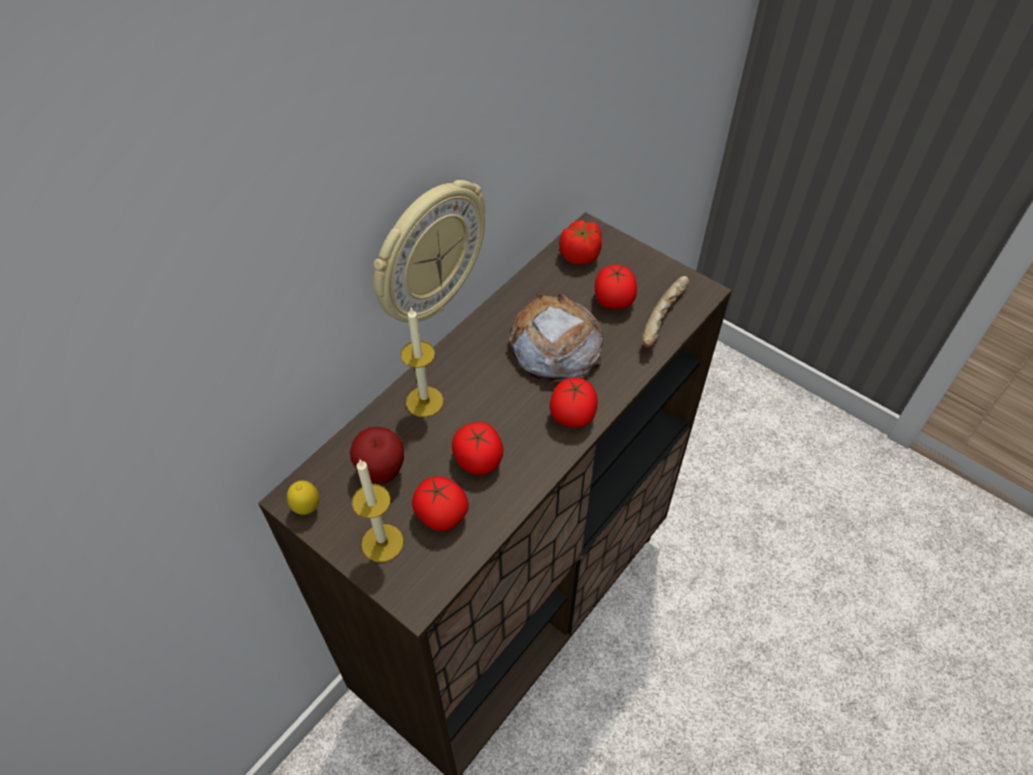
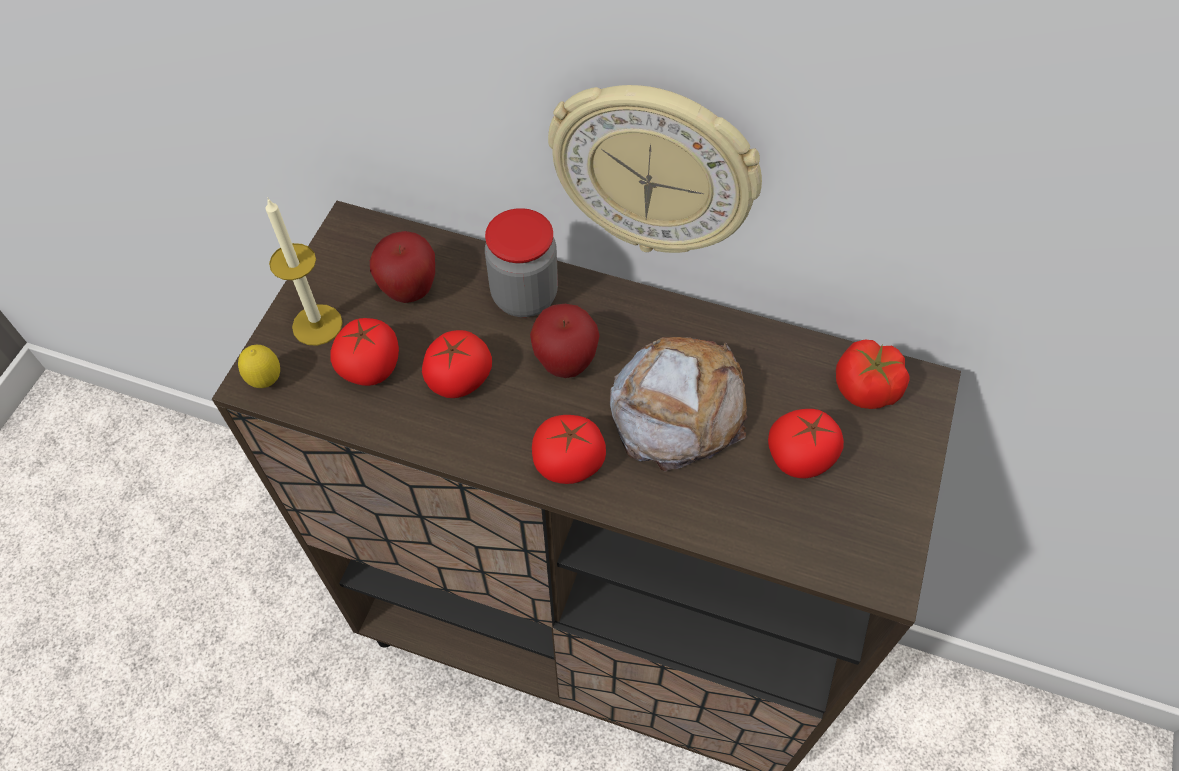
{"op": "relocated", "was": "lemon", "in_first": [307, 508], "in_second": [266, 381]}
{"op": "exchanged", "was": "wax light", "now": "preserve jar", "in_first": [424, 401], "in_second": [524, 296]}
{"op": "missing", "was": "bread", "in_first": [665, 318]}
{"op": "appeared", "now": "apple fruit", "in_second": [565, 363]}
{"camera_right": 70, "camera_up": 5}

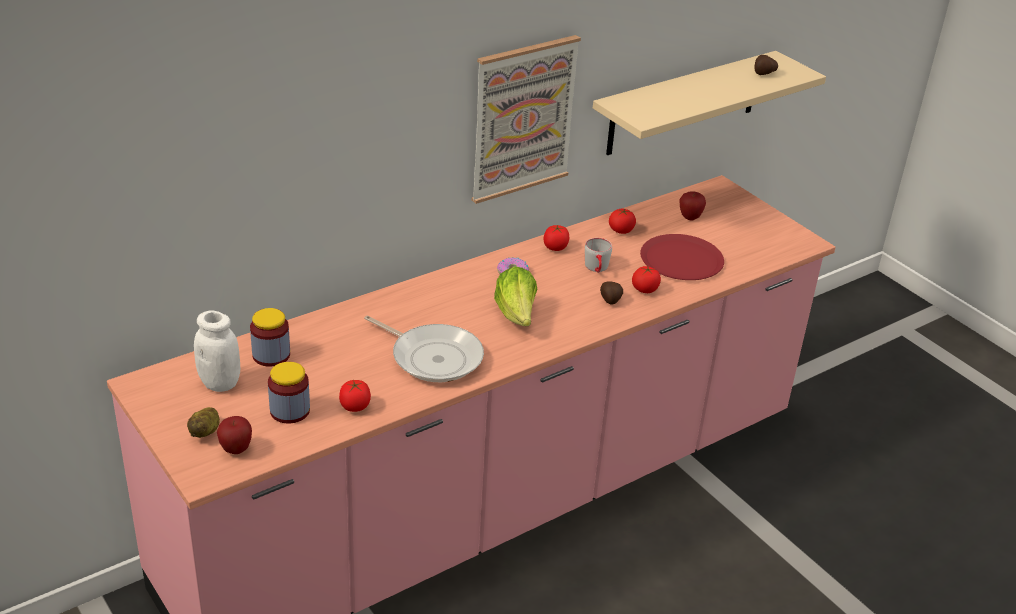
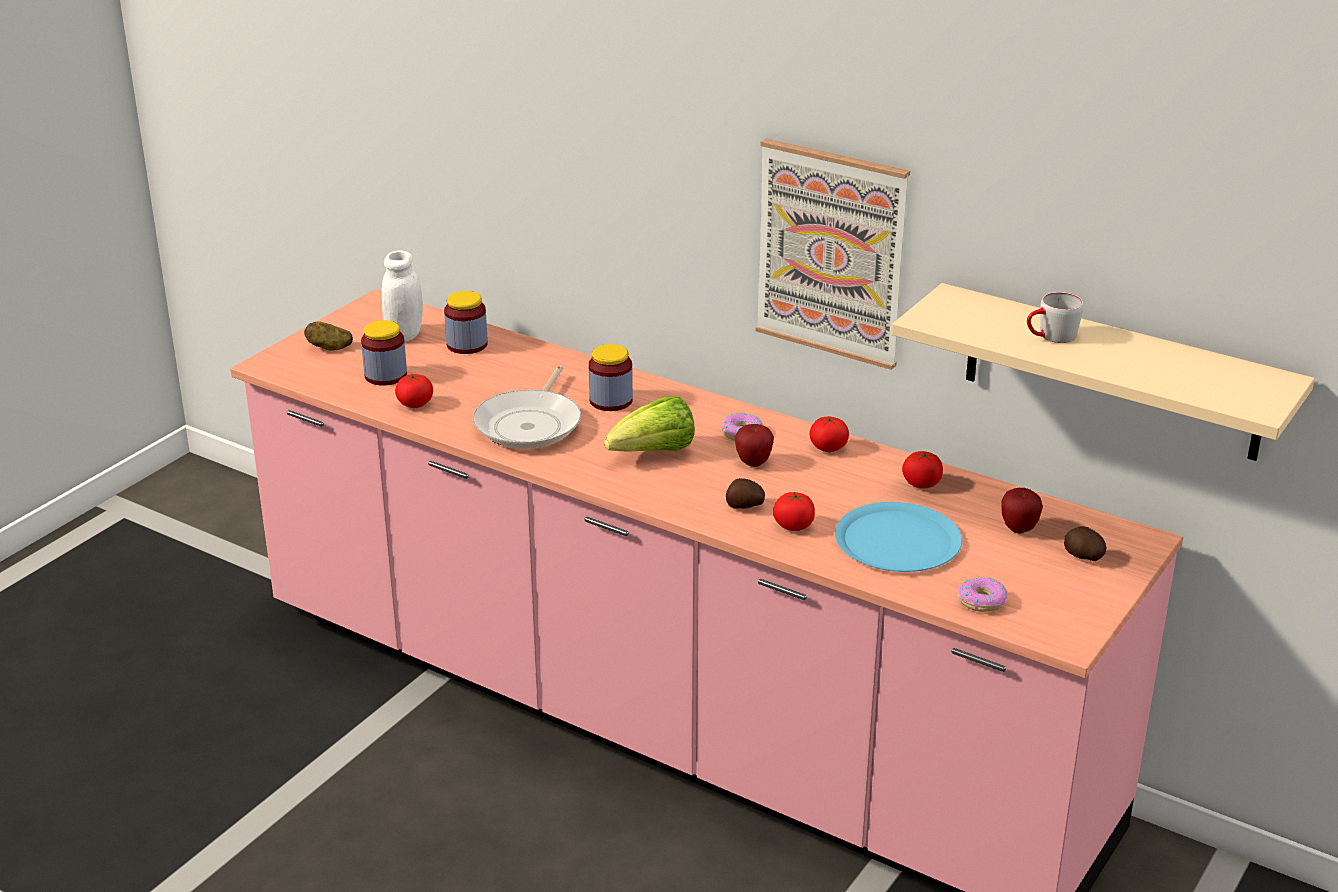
{"op": "relocated", "was": "apple fruit", "in_first": [236, 449], "in_second": [753, 463]}
{"op": "relocated", "was": "gray mug", "in_first": [597, 269], "in_second": [1050, 337]}
{"op": "colour", "was": "reddish dinner plate", "now": "bluish dinner plate", "in_first": [681, 259], "in_second": [897, 540]}
{"op": "relocated", "was": "spud", "in_first": [763, 74], "in_second": [1083, 557]}
{"op": "appeared", "now": "preserve jar", "in_second": [611, 401]}
{"op": "appeared", "now": "ring doughnut", "in_second": [981, 601]}
{"camera_right": 70, "camera_up": -5}

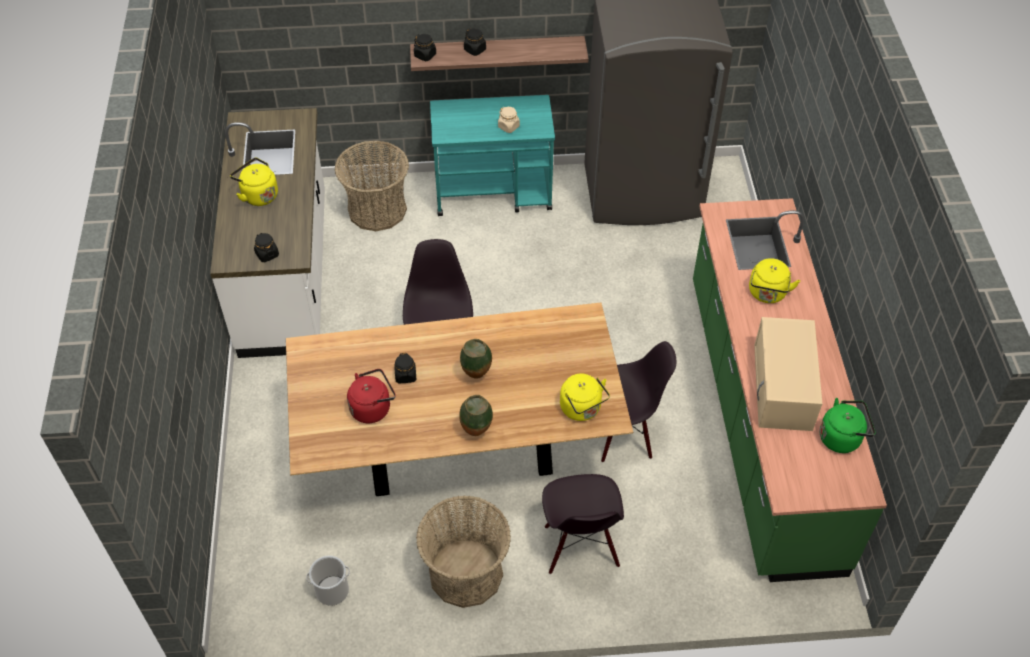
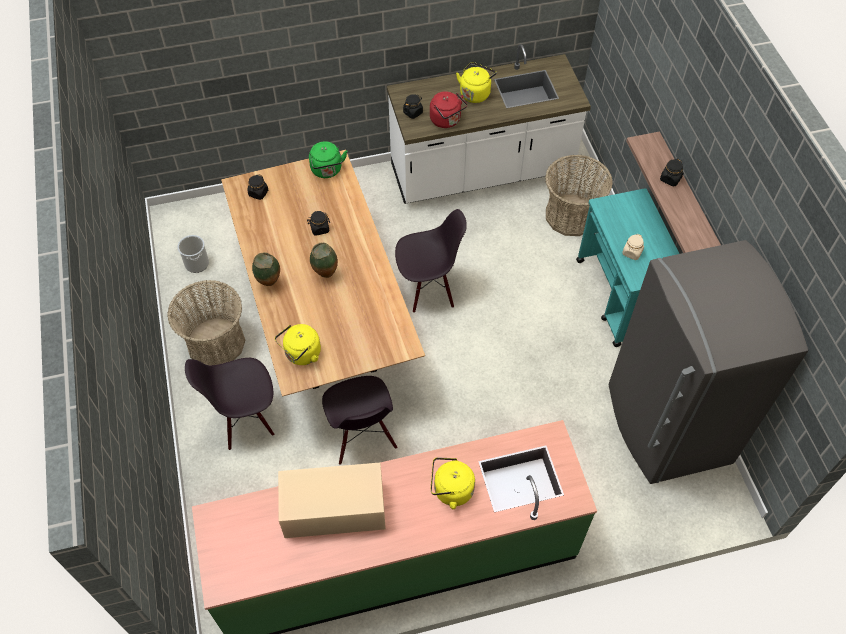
{"op": "relocated", "was": "reddish kettle", "in_first": [373, 408], "in_second": [447, 120]}
{"op": "relocated", "was": "blackish preserve jar", "in_first": [425, 55], "in_second": [258, 193]}
{"op": "relocated", "was": "green kettle", "in_first": [842, 437], "in_second": [327, 171]}
{"camera_right": 80, "camera_up": 5}

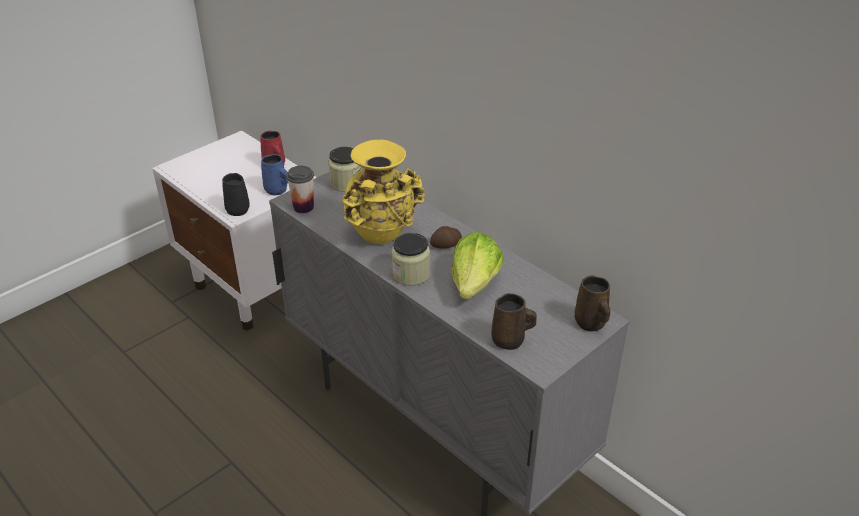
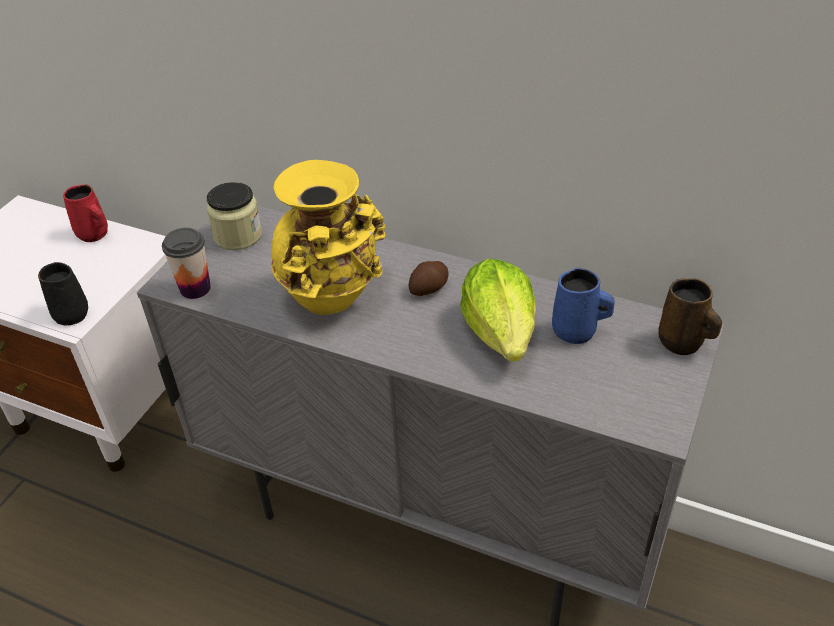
{"op": "relocated", "was": "bluish mug", "in_first": [277, 190], "in_second": [576, 332]}
{"op": "missing", "was": "preserve jar", "in_first": [411, 274]}
{"op": "missing", "was": "brownish mug", "in_first": [510, 340]}
{"camera_right": -20, "camera_up": 5}

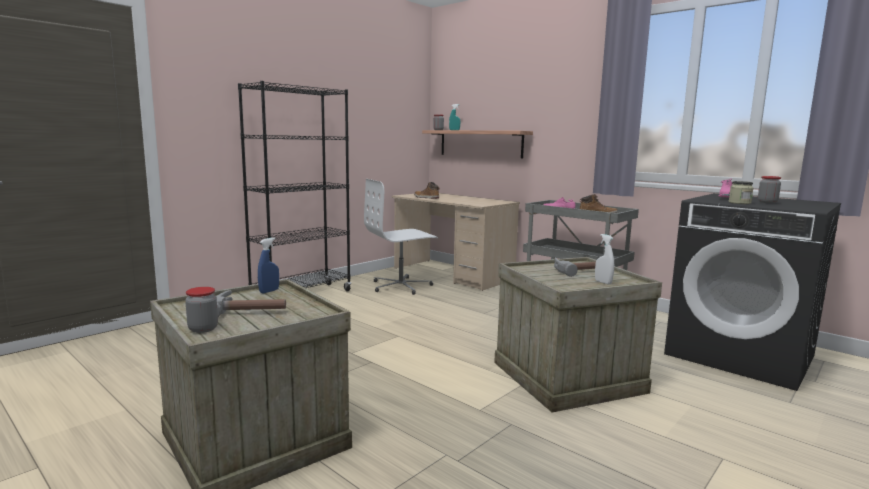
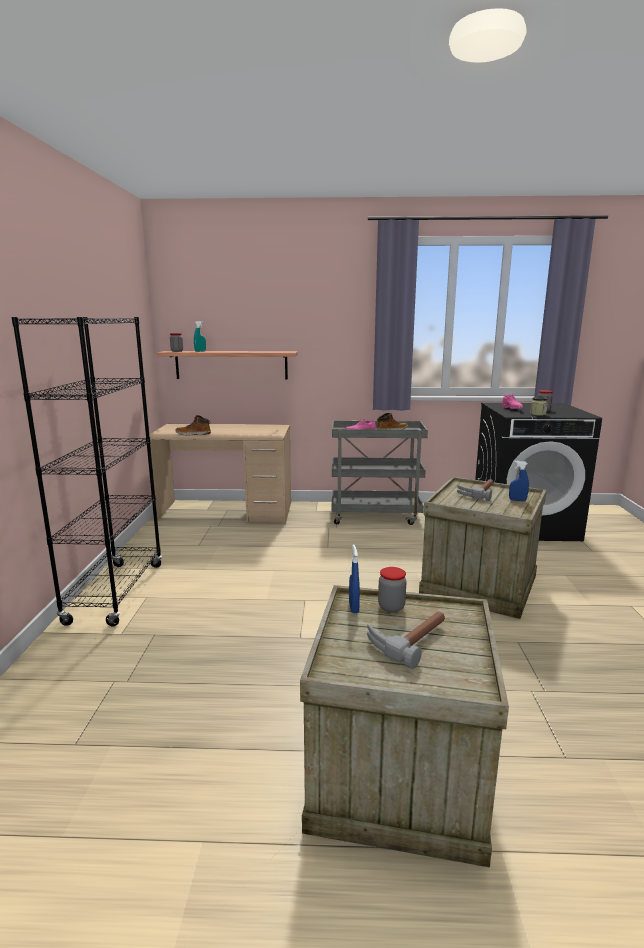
{"op": "relocated", "was": "preserve jar", "in_first": [203, 329], "in_second": [391, 607]}
{"op": "missing", "was": "white-coloured office chair", "in_first": [401, 286]}
{"op": "colour", "was": "white-coloured sprayer", "now": "bluish sprayer", "in_first": [603, 282], "in_second": [517, 500]}
{"camera_right": -40, "camera_up": 5}

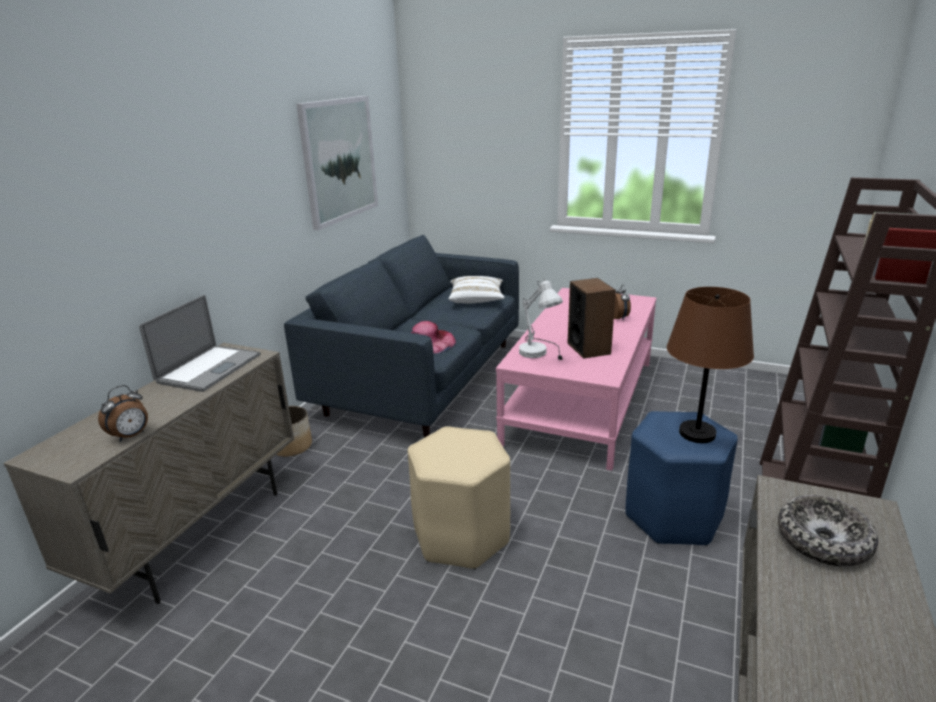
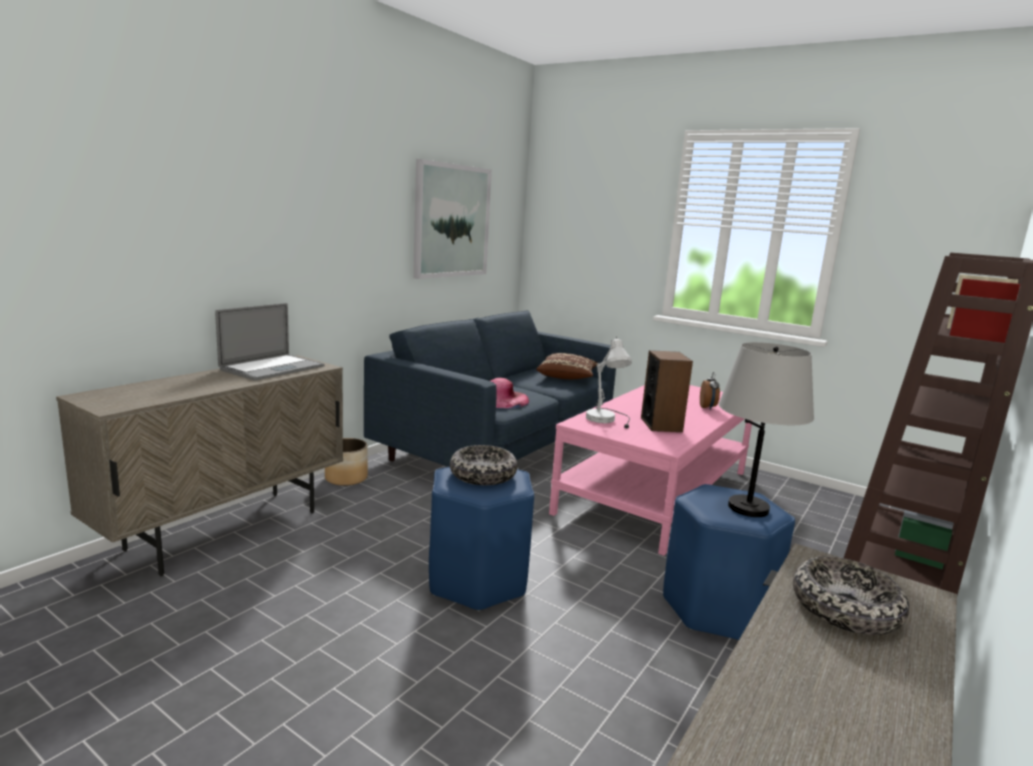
{"op": "missing", "was": "bedside clock", "in_first": [131, 436]}
{"op": "colour", "was": "sand-coloured stool seat", "now": "bluish stool seat", "in_first": [461, 536], "in_second": [477, 580]}
{"op": "colour", "was": "white-coloured pillow", "now": "brownish pillow", "in_first": [476, 300], "in_second": [567, 377]}
{"op": "colour", "was": "brownish table lamp", "now": "gray table lamp", "in_first": [697, 433], "in_second": [749, 508]}
{"op": "appeared", "now": "deep dish", "in_second": [483, 475]}
{"camera_right": 10, "camera_up": -10}

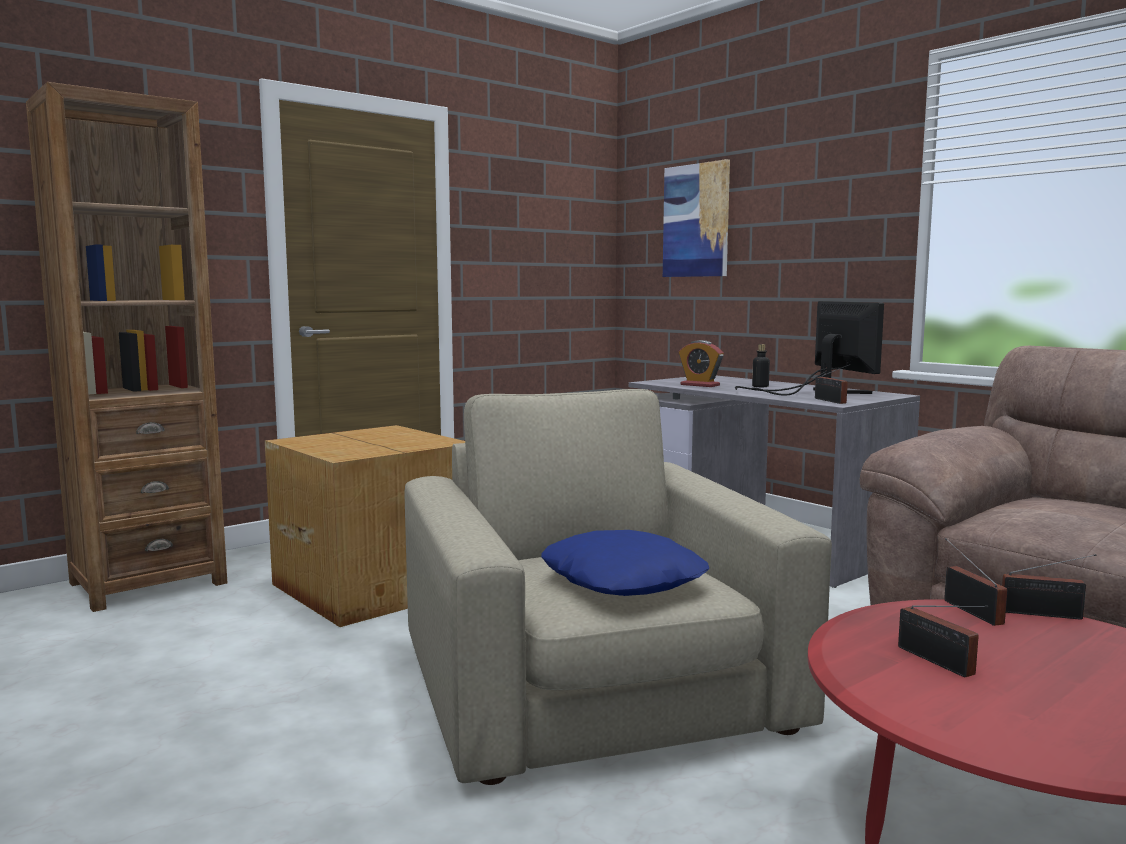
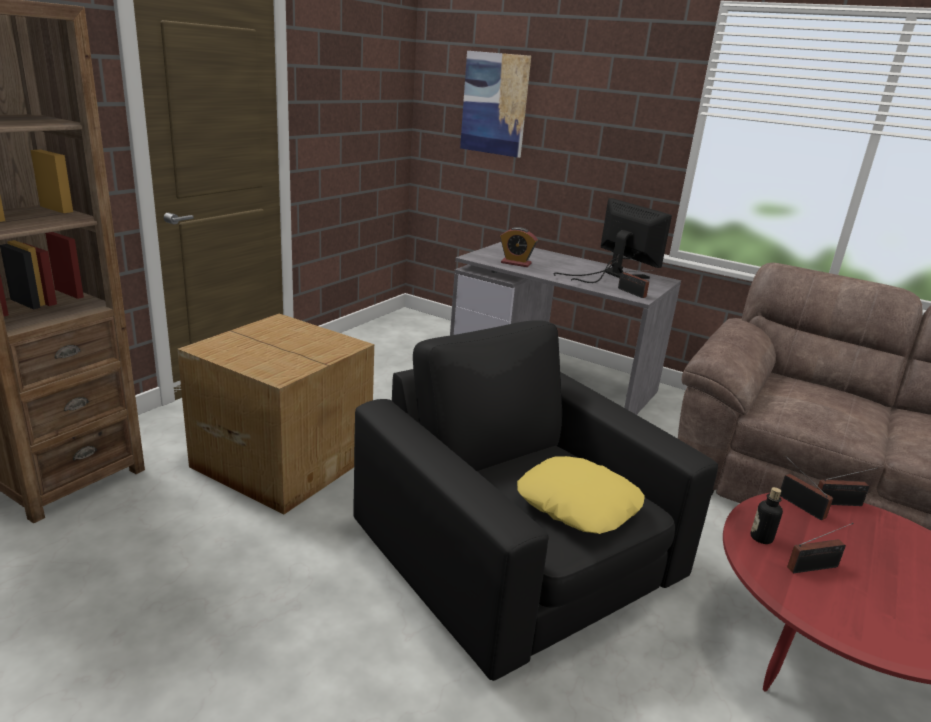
{"op": "colour", "was": "sand-coloured easy chair", "now": "blackish easy chair", "in_first": [595, 686], "in_second": [519, 554]}
{"op": "colour", "was": "bluish pillow", "now": "yellow-coloured pillow", "in_first": [624, 579], "in_second": [578, 504]}
{"op": "relocated", "was": "drink bottle", "in_first": [760, 386], "in_second": [761, 538]}
{"op": "spun", "was": "radio receiver", "in_first": [938, 662], "in_second": [815, 567], "clockwise": -60}
{"camera_right": -20, "camera_up": 15}

